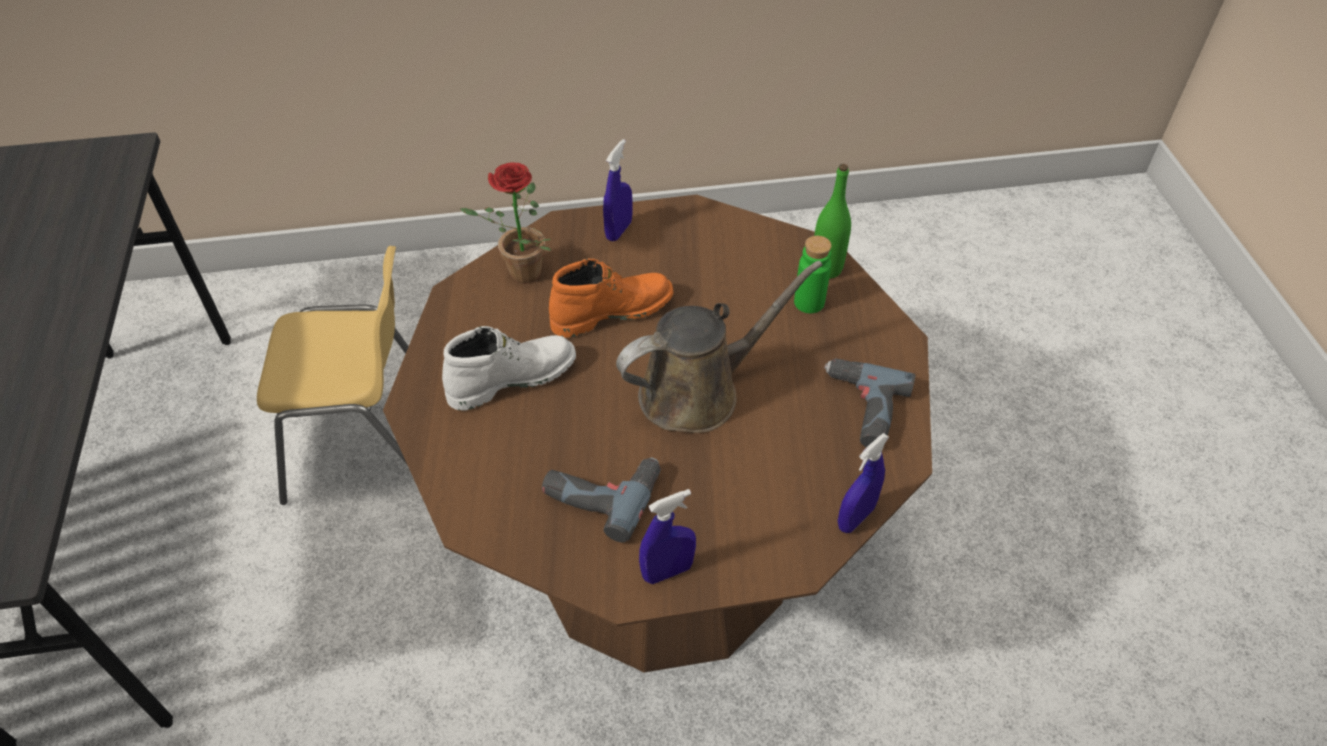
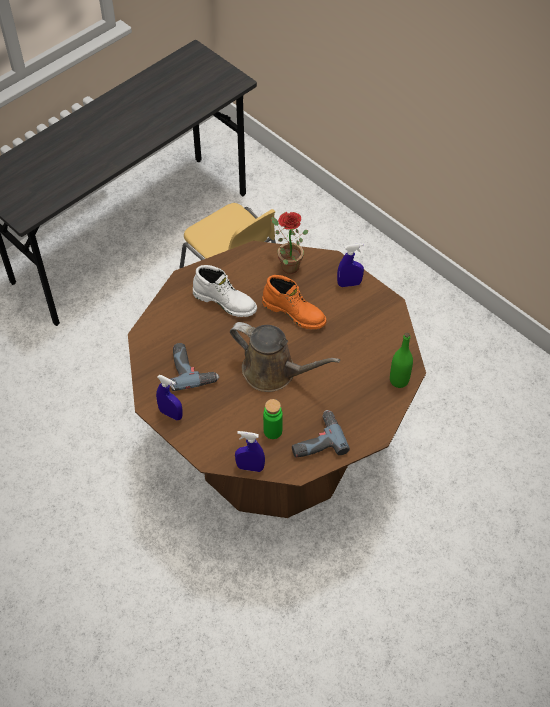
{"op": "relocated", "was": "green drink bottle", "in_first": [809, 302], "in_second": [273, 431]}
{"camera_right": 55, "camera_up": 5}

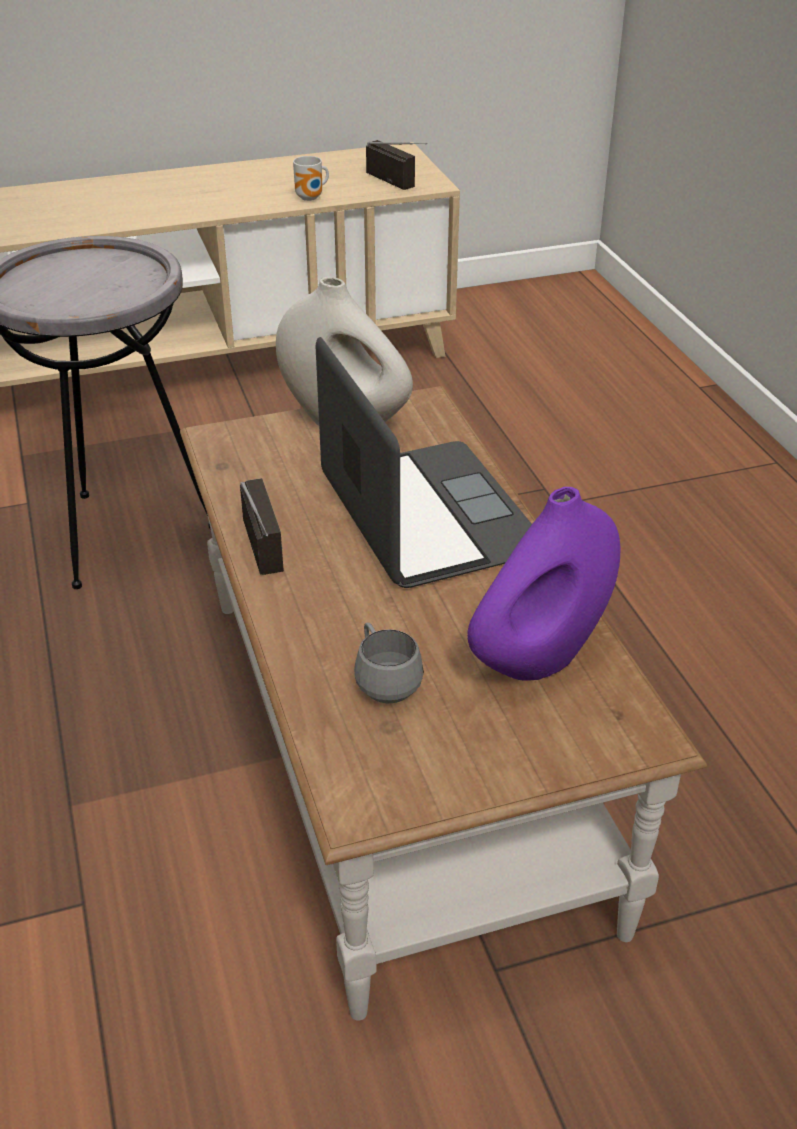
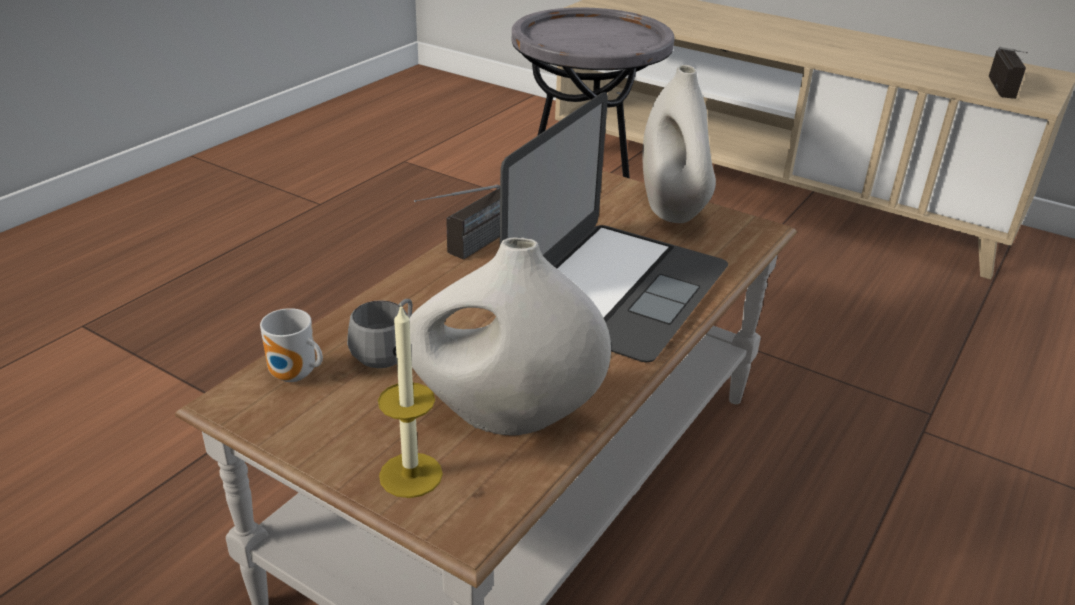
{"op": "relocated", "was": "mug", "in_first": [311, 198], "in_second": [295, 377]}
{"op": "colour", "was": "purple-coloured decorative vase", "now": "white-coloured decorative vase", "in_first": [540, 658], "in_second": [503, 417]}
{"op": "appeared", "now": "wax light", "in_second": [411, 475]}
{"camera_right": 50, "camera_up": -5}

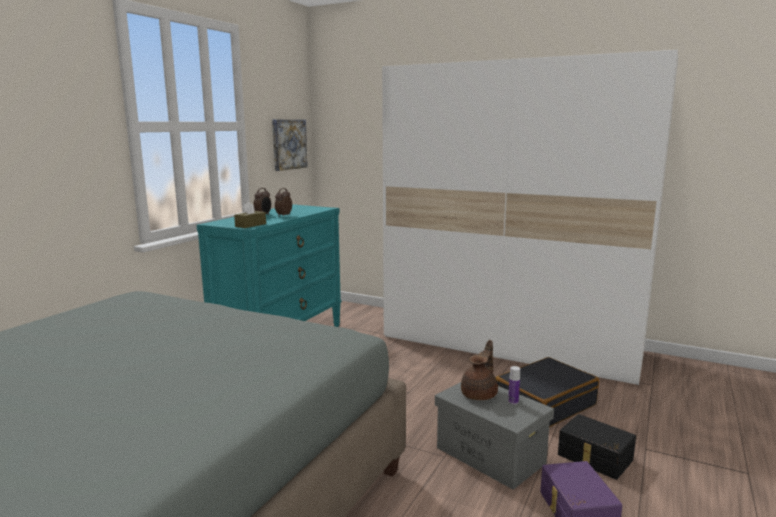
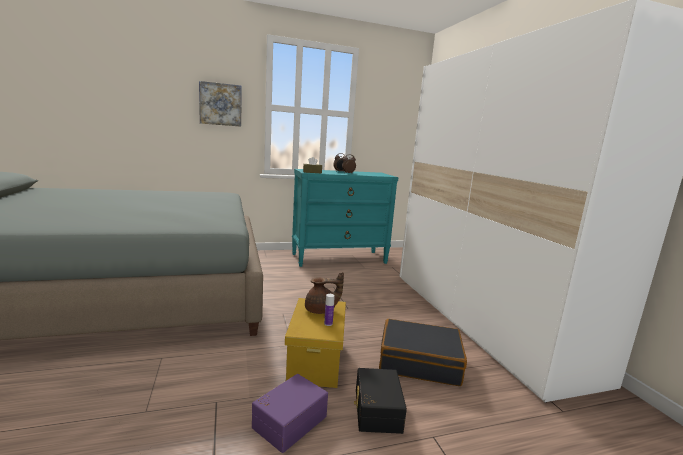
{"op": "relocated", "was": "picture", "in_first": [288, 144], "in_second": [220, 104]}
{"op": "colour", "was": "gray storage container", "now": "yellow-coloured storage container", "in_first": [491, 455], "in_second": [316, 361]}
{"camera_right": 45, "camera_up": 0}

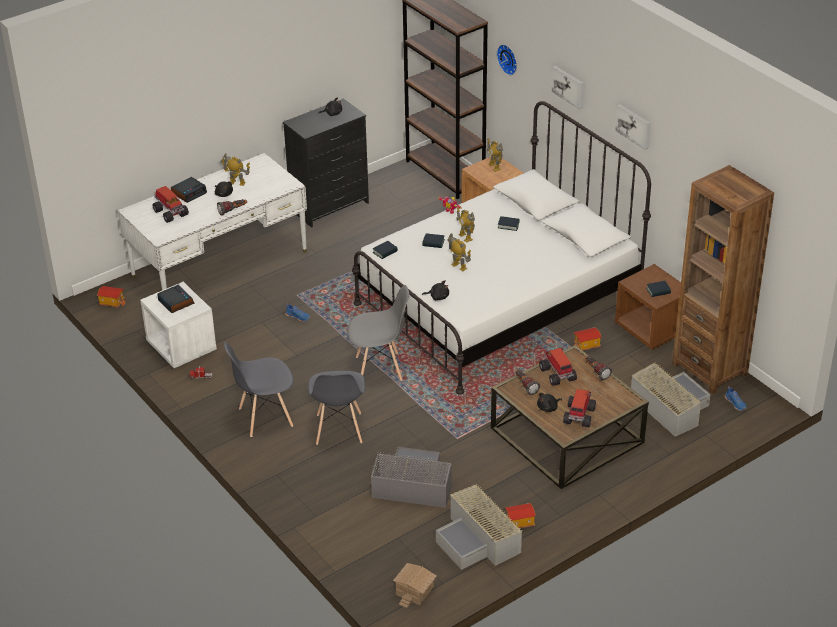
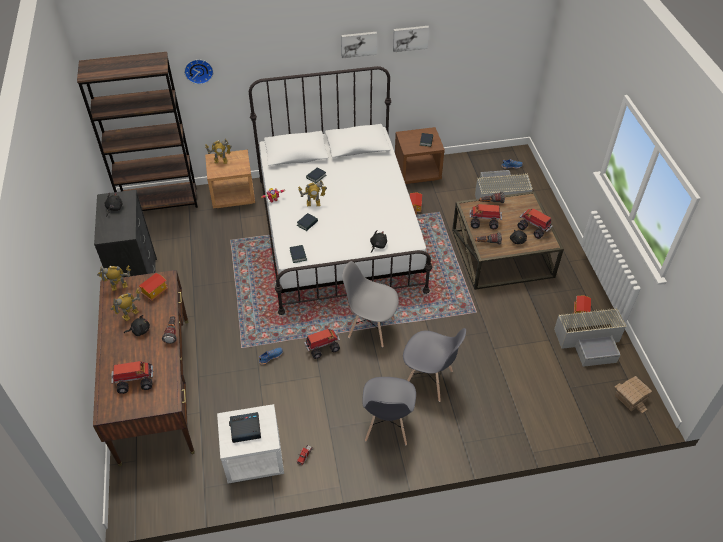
{"op": "relocated", "was": "model house", "in_first": [112, 302], "in_second": [155, 291]}
{"op": "colour", "was": "white-coloured desk table", "now": "brownish desk table", "in_first": [219, 264], "in_second": [155, 388]}
{"op": "missing", "was": "bedside clock", "in_first": [189, 193]}
{"op": "spun", "was": "gray upright chair", "in_first": [379, 369], "in_second": [370, 328], "clockwise": -90}
{"op": "missing", "was": "gray storage container", "in_first": [412, 485]}
{"op": "relocated", "was": "robot figure", "in_first": [459, 266], "in_second": [119, 286]}
{"op": "relocated", "was": "picture", "in_first": [569, 86], "in_second": [410, 38]}
{"op": "missing", "was": "brownish shelving unit", "in_first": [710, 369]}
{"op": "appeared", "now": "toy truck", "in_second": [322, 347]}
{"camera_right": -65, "camera_up": 10}

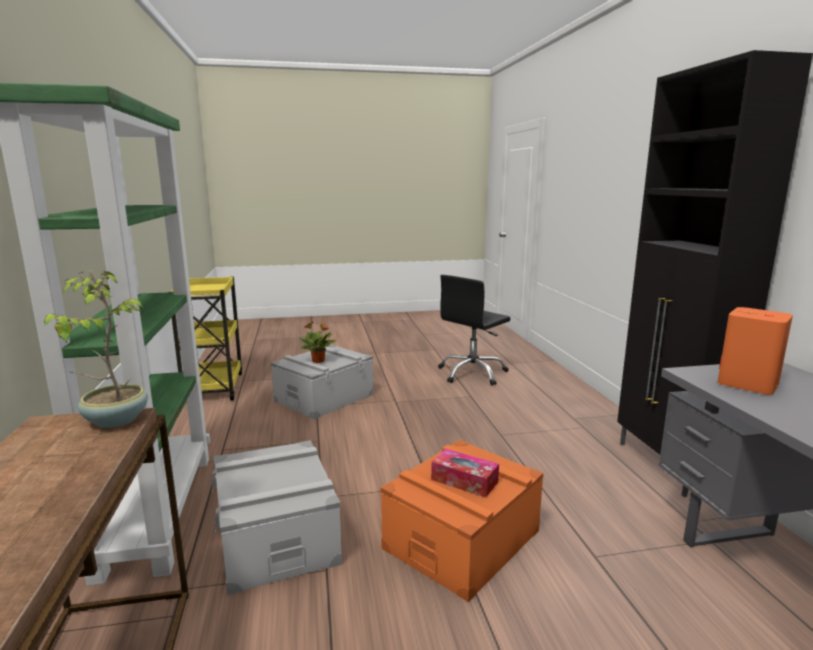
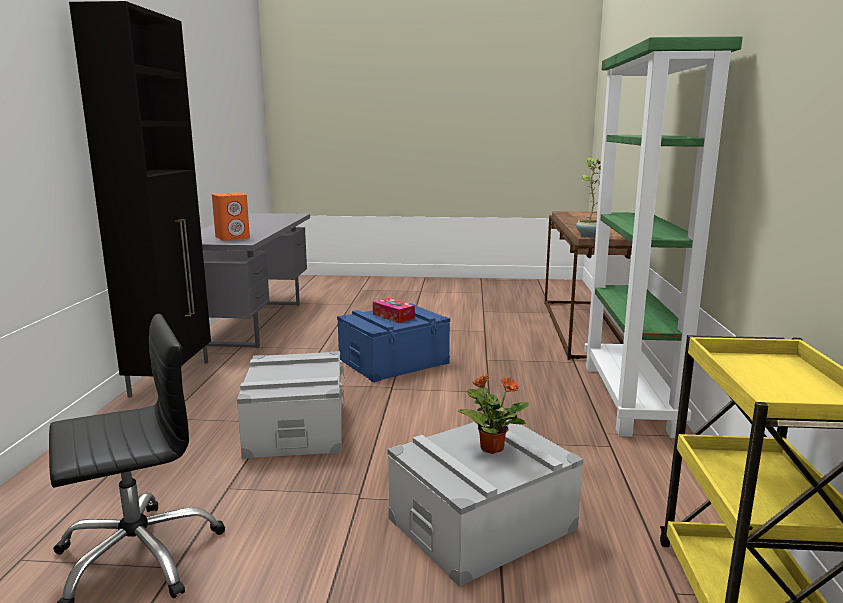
{"op": "relocated", "was": "gray storage container", "in_first": [276, 536], "in_second": [296, 428]}
{"op": "colour", "was": "orange storage container", "now": "bluish storage container", "in_first": [462, 539], "in_second": [393, 361]}
{"camera_right": -165, "camera_up": 0}

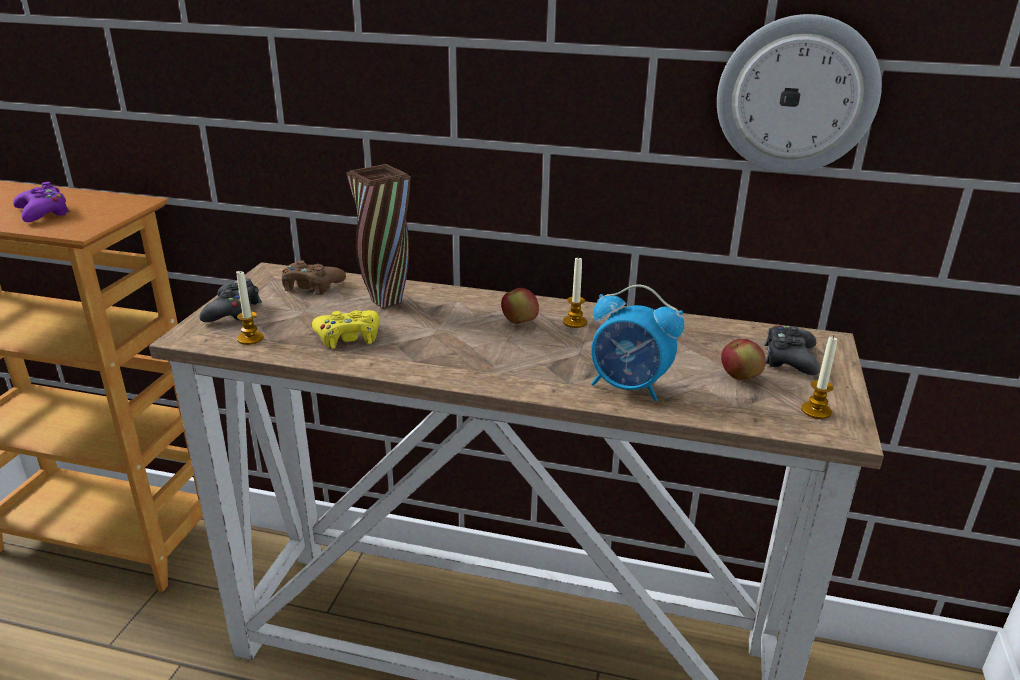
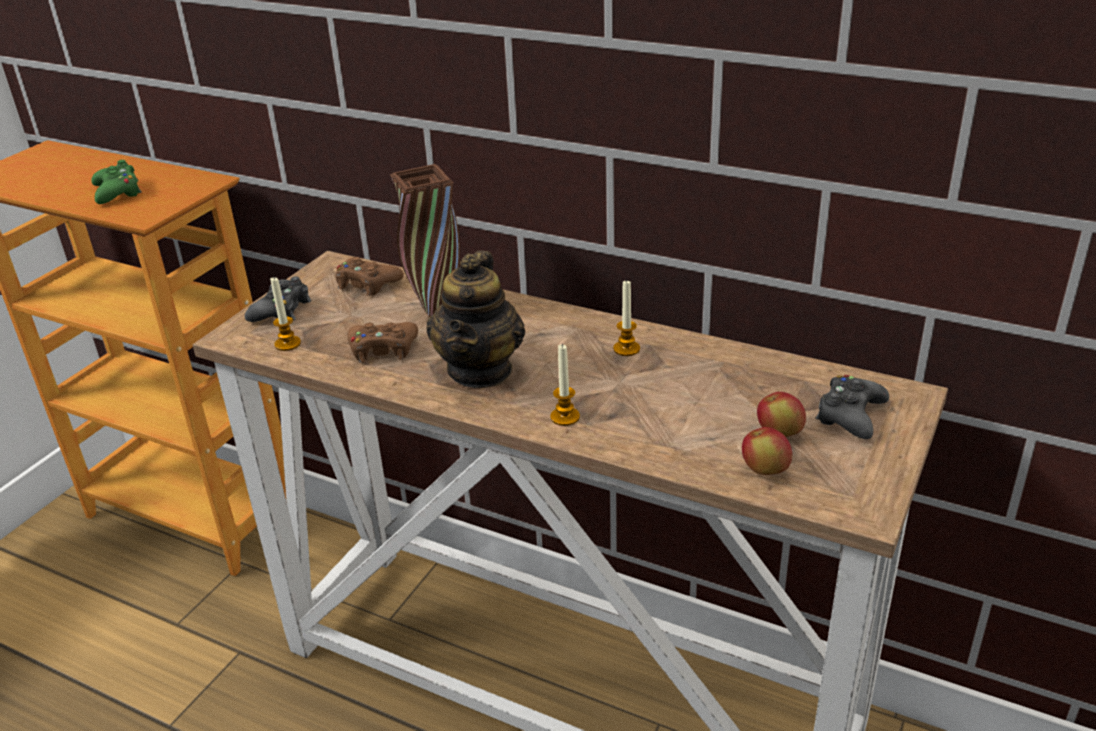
{"op": "colour", "was": "purple-coloured joypad", "now": "green joypad", "in_first": [43, 213], "in_second": [118, 192]}
{"op": "colour", "was": "yellow-coloured joypad", "now": "brownish joypad", "in_first": [348, 337], "in_second": [383, 349]}
{"op": "relocated", "was": "apple fruit", "in_first": [519, 322], "in_second": [765, 470]}
{"op": "missing", "was": "bedside clock", "in_first": [629, 387]}
{"op": "missing", "was": "clock on the wall", "in_first": [796, 95]}
{"op": "relocated", "was": "wax light", "in_first": [816, 411], "in_second": [565, 417]}
{"op": "appeared", "now": "tea pot", "in_second": [480, 370]}
{"camera_right": 15, "camera_up": 5}

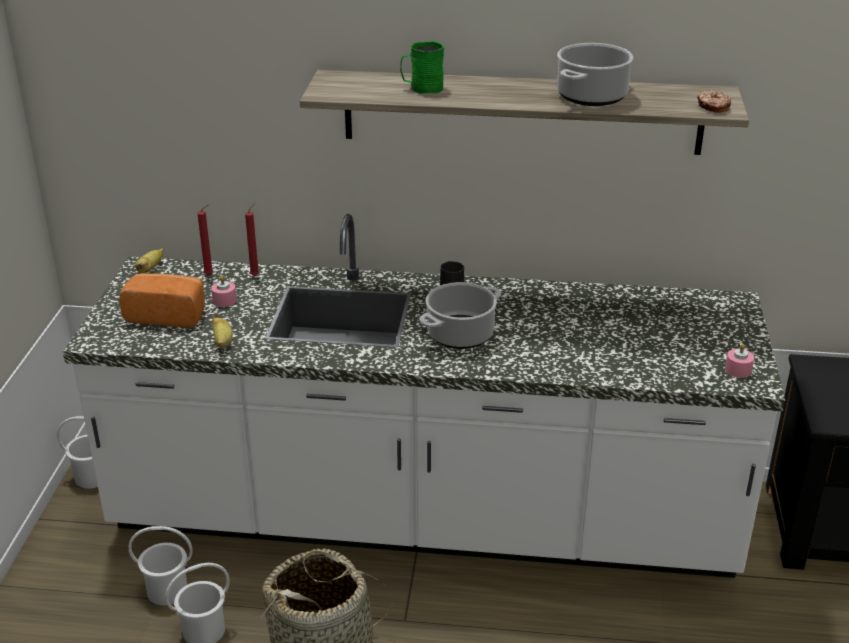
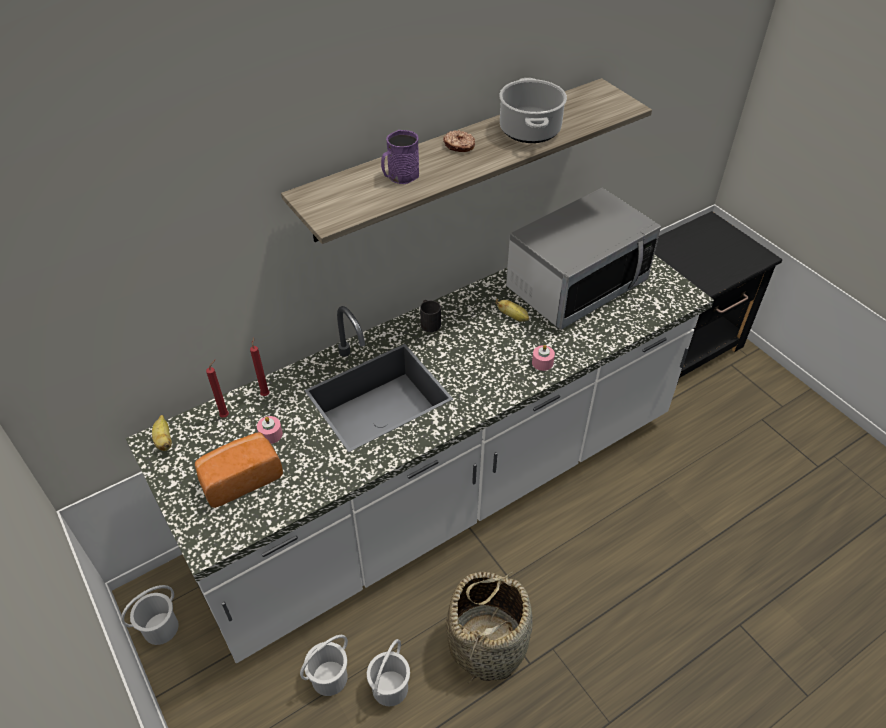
{"op": "relocated", "was": "whole banana", "in_first": [223, 342], "in_second": [513, 317]}
{"op": "colour", "was": "green mug", "now": "purple-coloured mug", "in_first": [422, 88], "in_second": [400, 177]}
{"op": "missing", "was": "cooking pot", "in_first": [460, 335]}
{"op": "relocated", "was": "ring doughnut", "in_first": [713, 107], "in_second": [459, 146]}
{"op": "relocated", "was": "pink-coloured wax light", "in_first": [738, 370], "in_second": [542, 362]}
{"op": "appeared", "now": "microwave oven", "in_second": [576, 285]}
{"camera_right": -40, "camera_up": 15}

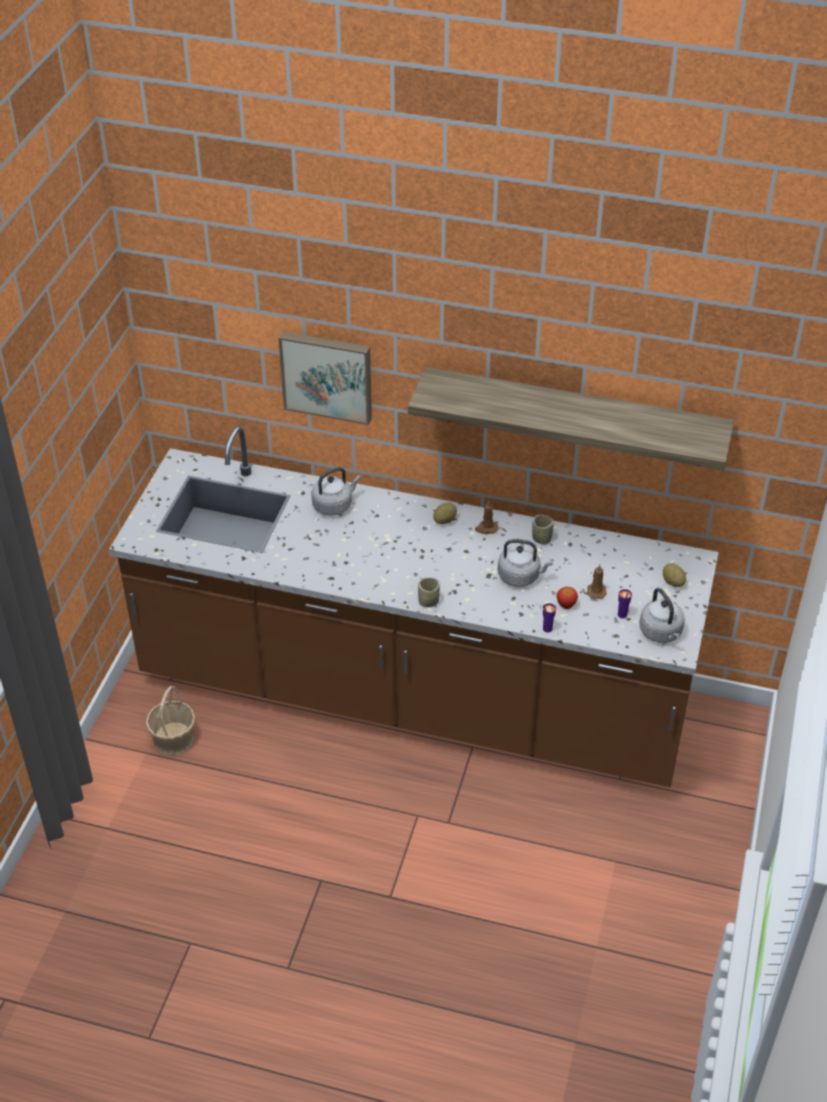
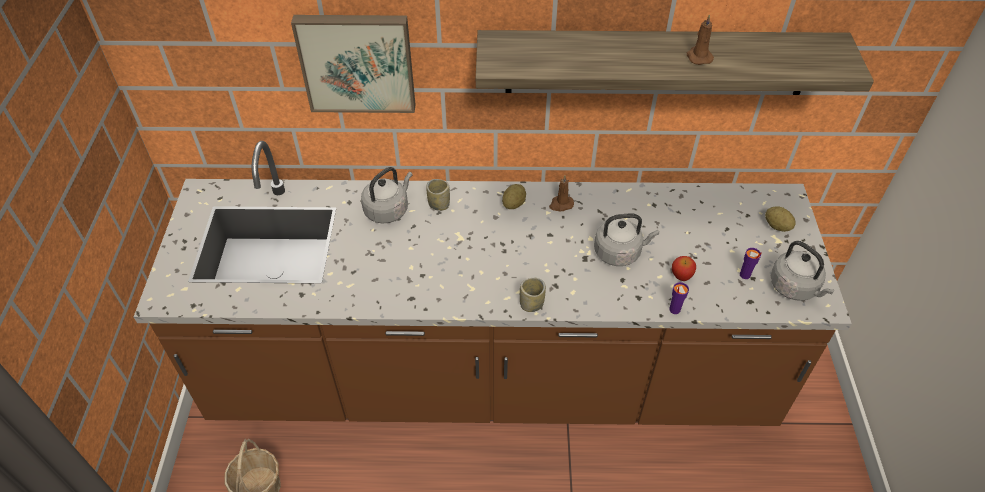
{"op": "relocated", "was": "cup", "in_first": [541, 539], "in_second": [439, 204]}
{"op": "relocated", "was": "brownish wax light", "in_first": [596, 591], "in_second": [698, 57]}
{"camera_right": -15, "camera_up": 5}

